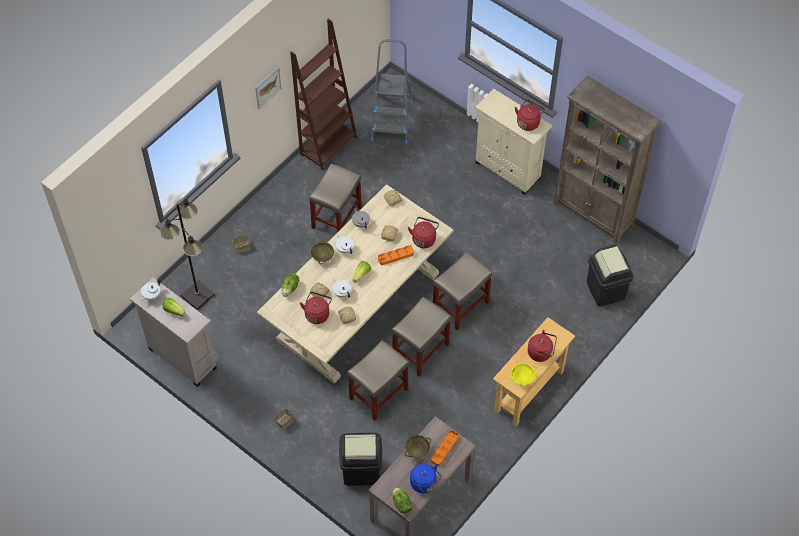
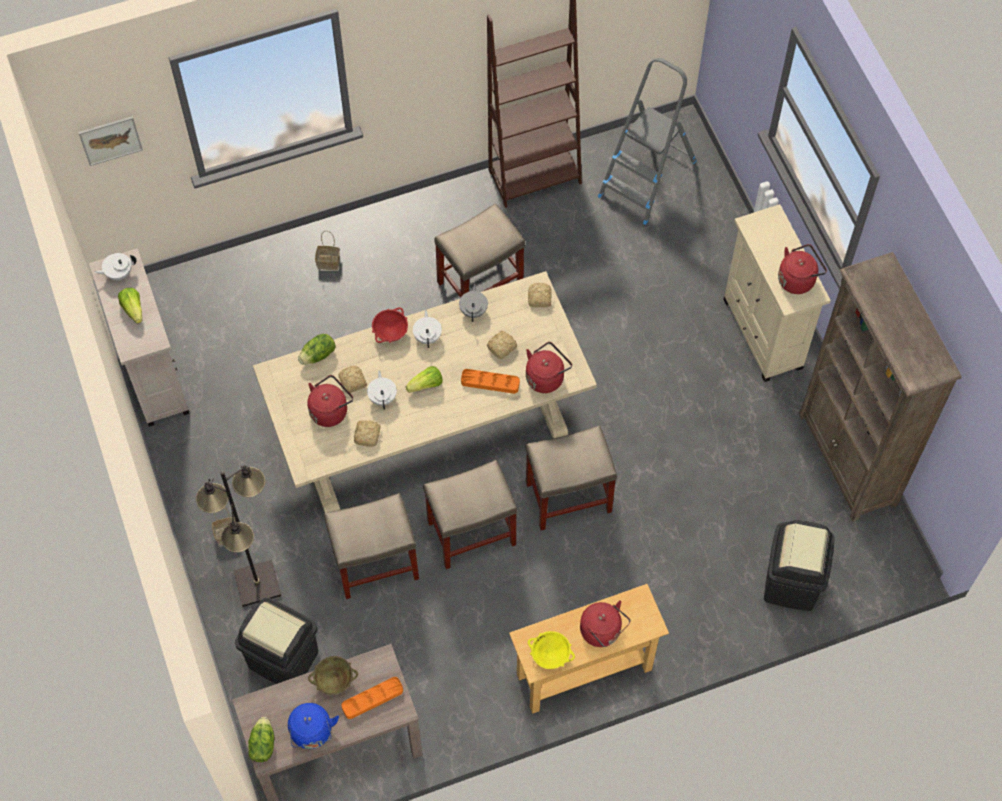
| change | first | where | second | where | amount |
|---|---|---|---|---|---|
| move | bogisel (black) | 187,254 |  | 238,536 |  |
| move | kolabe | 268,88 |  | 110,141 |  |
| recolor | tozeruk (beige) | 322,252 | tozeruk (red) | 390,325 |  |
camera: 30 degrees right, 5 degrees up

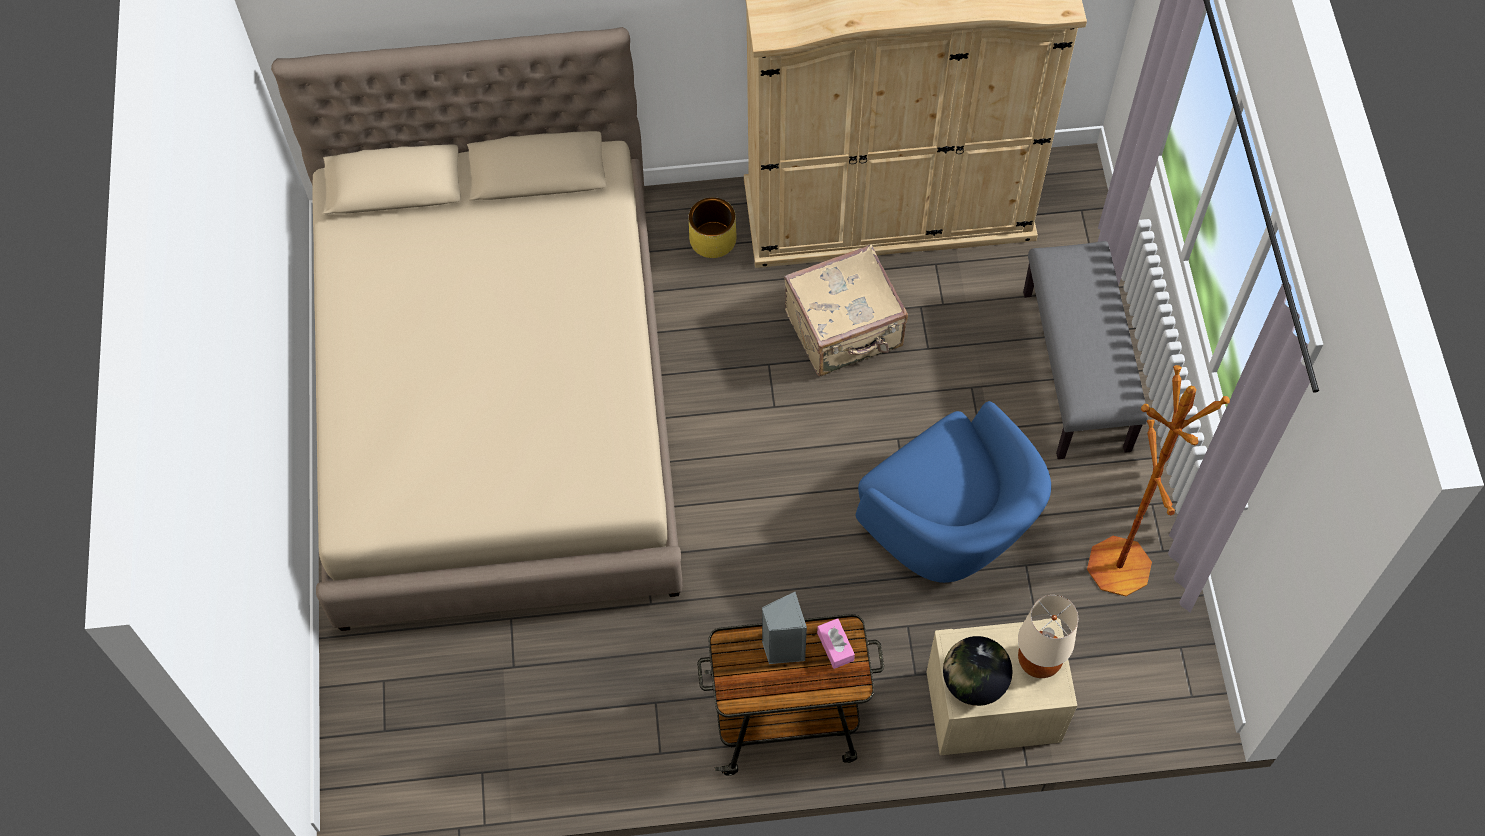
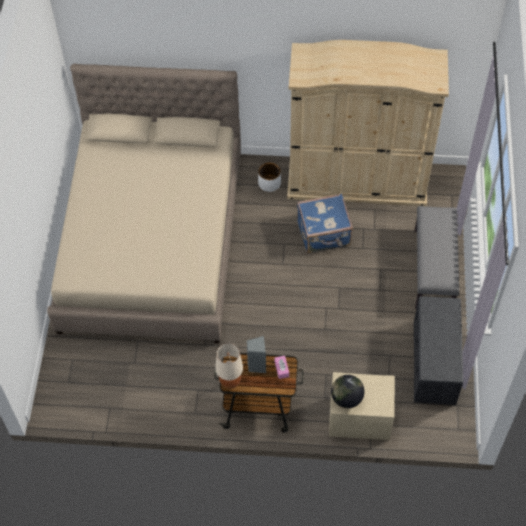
| change | first | where | second | where | amount |
|---|---|---|---|---|---|
| recolor | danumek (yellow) | 713,227 | danumek (white) | 269,177 |  |
| recolor | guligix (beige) | 846,310 | guligix (blue) | 325,223 |  |
| delete | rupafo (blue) | 953,492 |  |  |  |
| move | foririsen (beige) | 1048,636 |  | 229,365 |  |
| replace | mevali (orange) | 1158,480 | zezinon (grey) | 438,350 |  |
camera: 10 degrees right, 5 degrees down

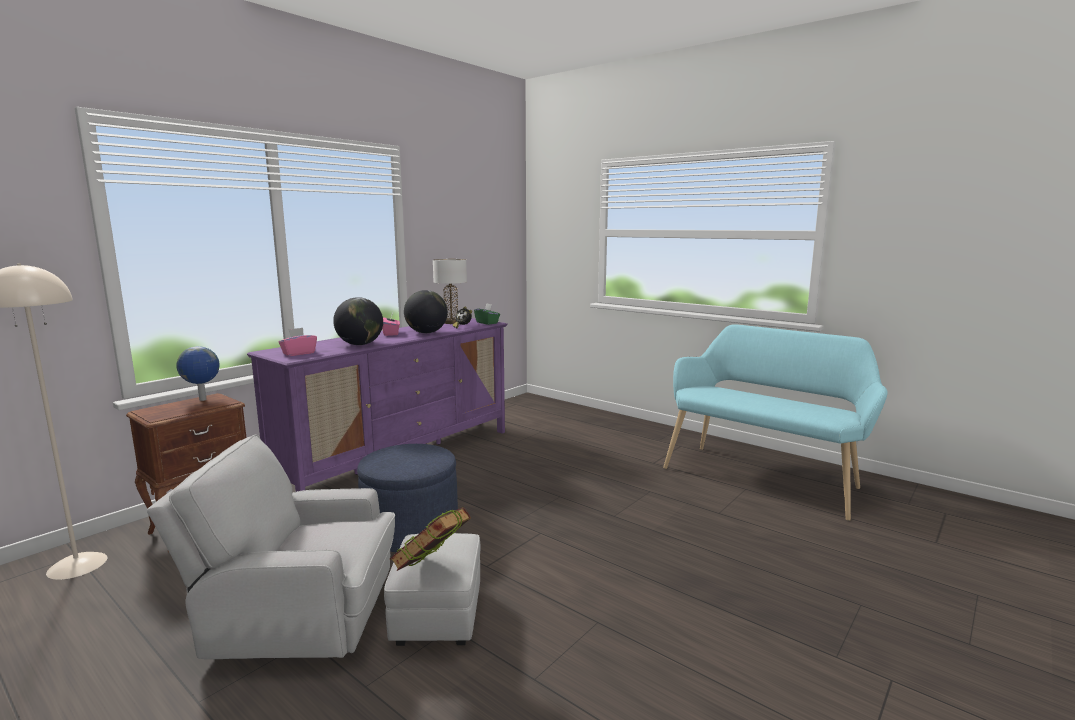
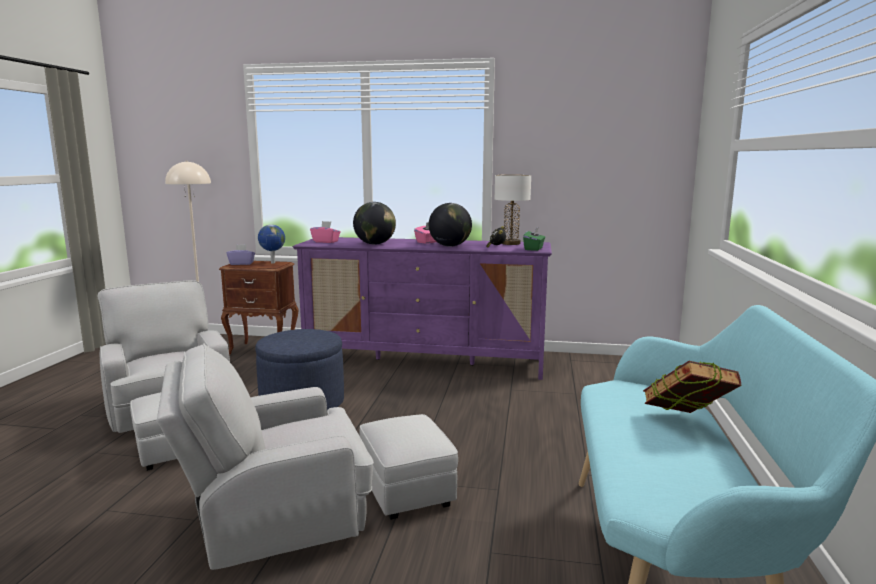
| change | first | where | second | where | amount |
|---|---|---|---|---|---|
| move | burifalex | 430,539 |  | 692,387 |  |
| insert |  |  | rupafo (white) | 307,456 |  |
| insert |  |  | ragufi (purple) | 240,254 |  |
camera: 60 degrees right, 0 degrees up

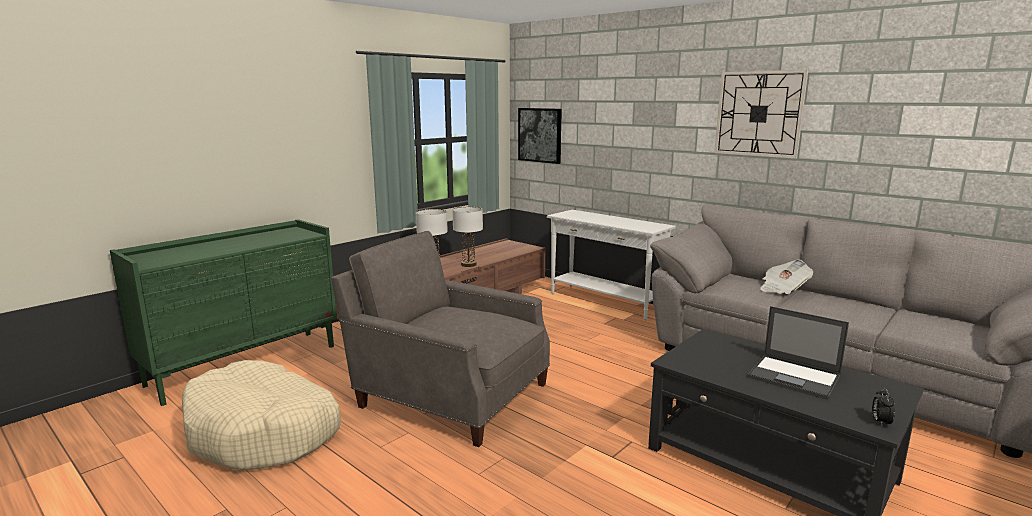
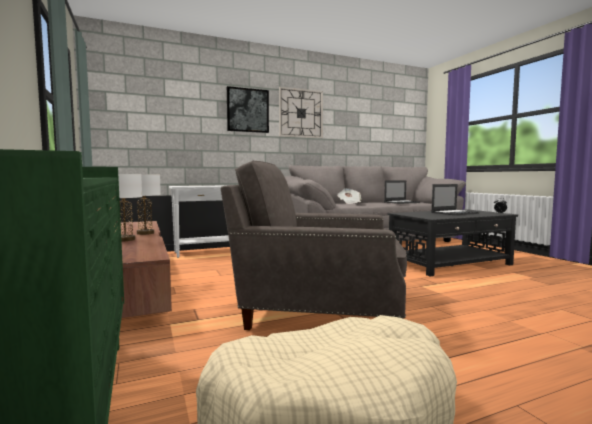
| change | first | where | second | where | amount |
|---|---|---|---|---|---|
| rotate | rupafo (grey) | 440,339 |  | 313,245 | 45 degrees clockwise |
| move | kolabe | 540,136 |  | 248,109 |  |
| insert |  |  | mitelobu | 402,192 |  |
camera: 65 degrees left, 10 degrees down

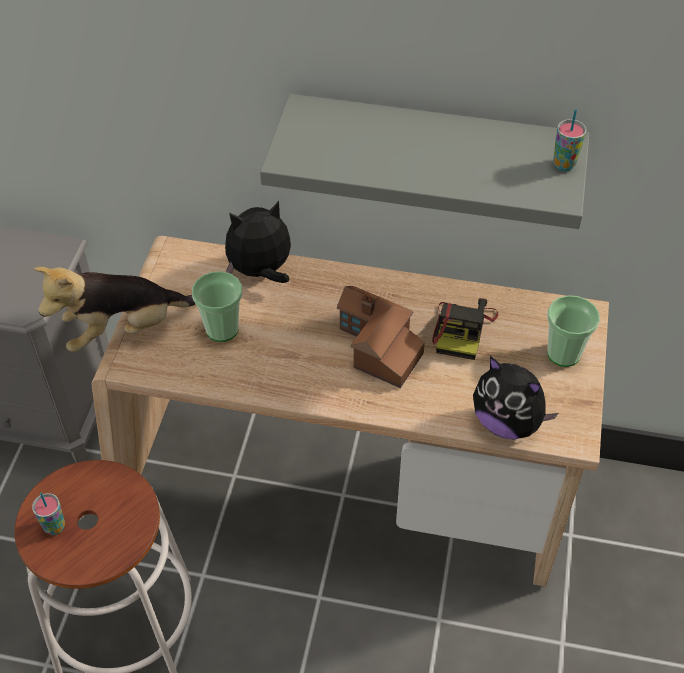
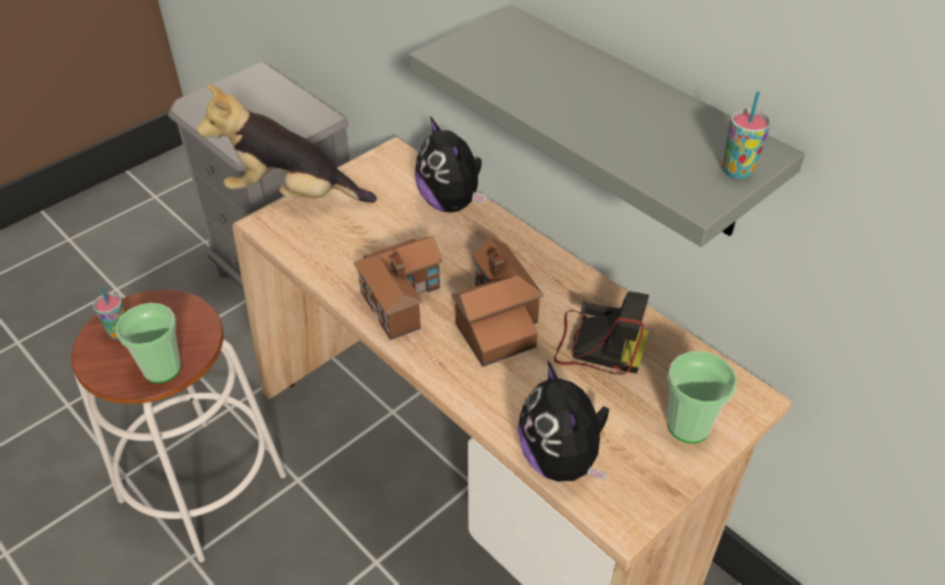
| change | first | where | second | where | amount |
|---|---|---|---|---|---|
| move | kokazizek | 217,306 |  | 148,343 |  |
| rotate | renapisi | 258,242 |  | 451,164 | 135 degrees counterclockwise |
| rotate | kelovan | 465,329 |  | 601,333 | 120 degrees counterclockwise |
| insert |  |  | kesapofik | 398,288 |  |
camera: 35 degrees right, 5 degrees down

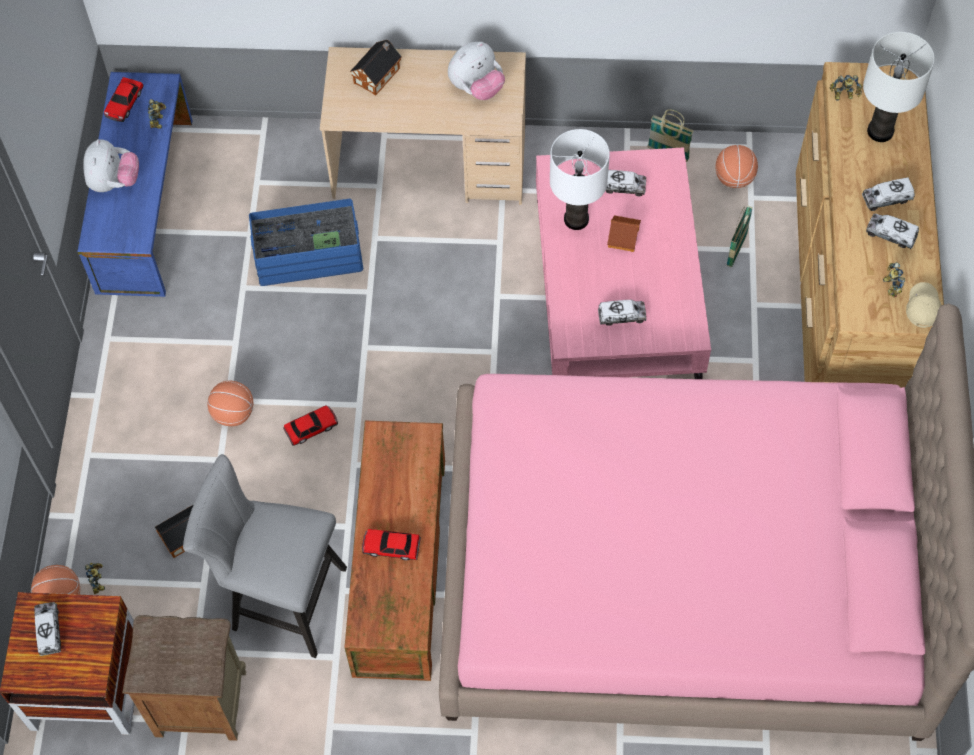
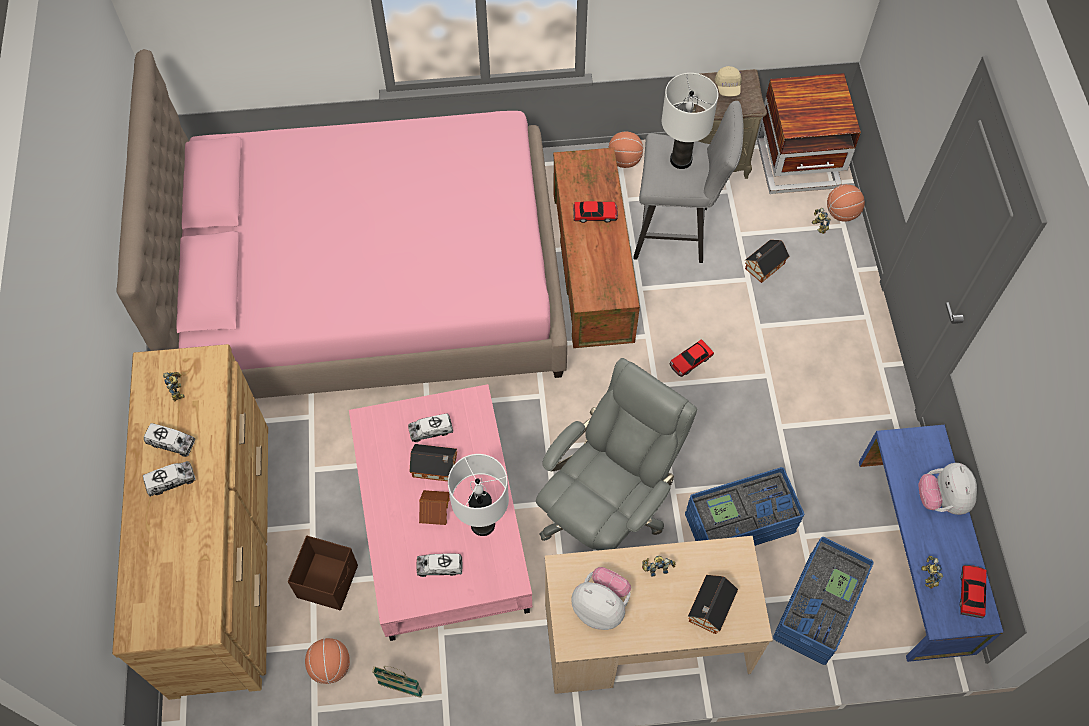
| change | first | where | second | where | amount |
|---|---|---|---|---|---|
| delete | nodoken | 47,629 |  |  |  |
| move | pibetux | 230,403 |  | 625,149 |  |
| rotate | renapisi | 476,71 |  | 601,598 | 75 degrees clockwise |
| replace | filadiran | 739,237 | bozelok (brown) | 323,573 |  |
| move | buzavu | 846,87 |  | 659,566 |  |
| move | foririsen (white) | 899,87 |  | 690,121 |  |
| move | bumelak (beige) | 924,305 |  | 728,81 |  |
| insert |  |  | kesapofik | 433,462 |  |
| insert |  |  | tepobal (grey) | 616,454 |  |
| insert |  |  | bozelok (blue) | 823,601 |  |
camera: 170 degrees right, 0 degrees up

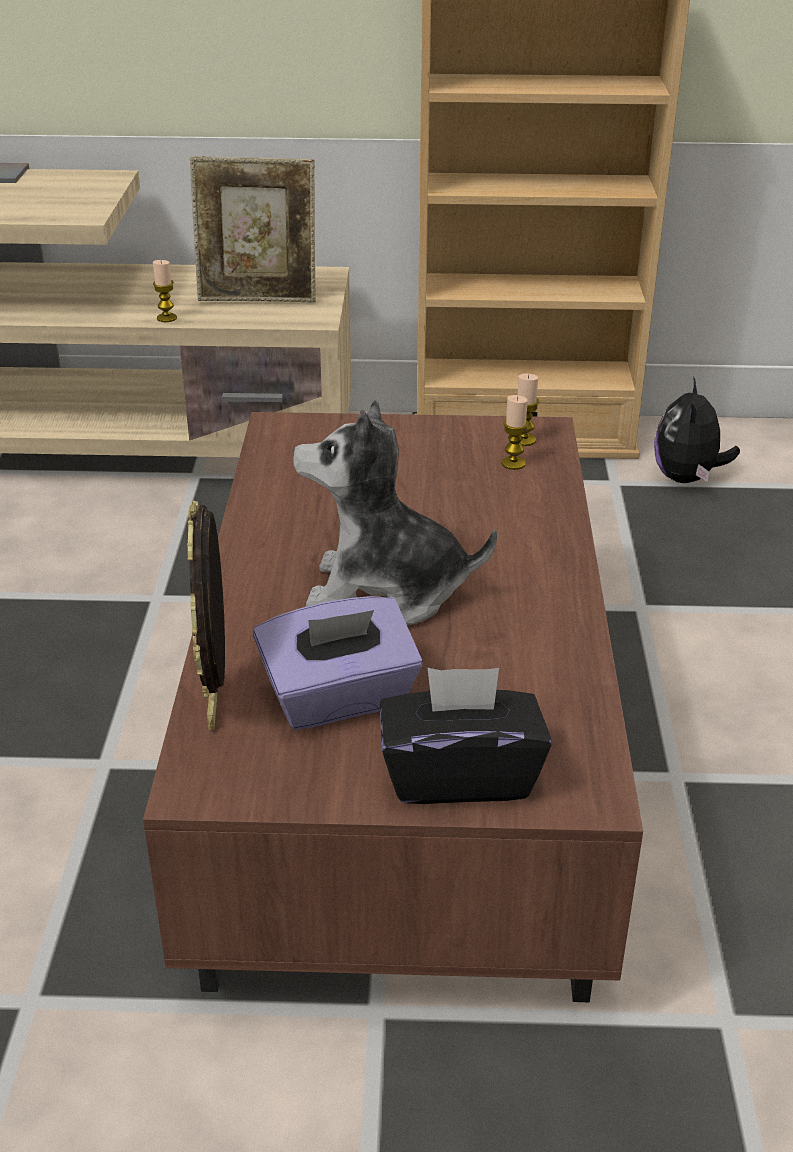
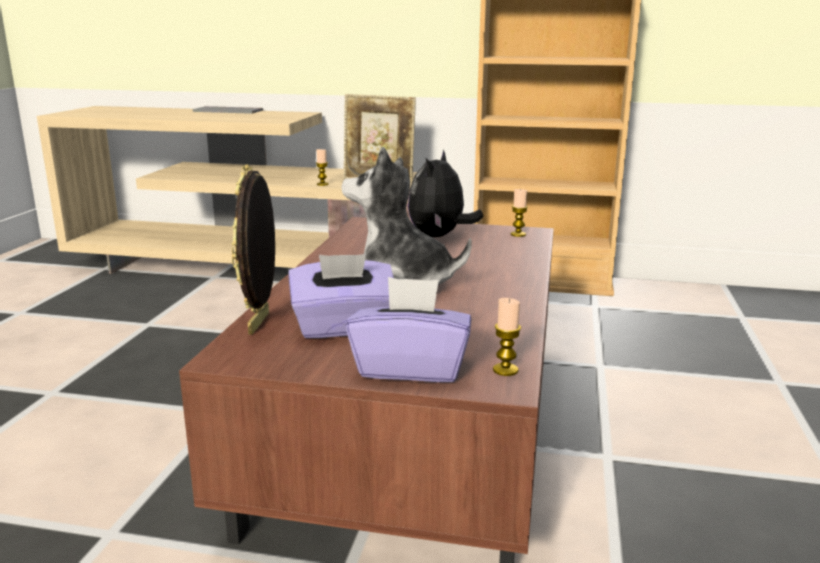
| change | first | where | second | where | amount |
|---|---|---|---|---|---|
| recolor | ragufi (black) | 465,736 | ragufi (purple) | 408,329 |  |
| move | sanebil | 515,432 |  | 507,337 |  |
| move | renapisi | 697,429 |  | 446,193 |  |
camera: 10 degrees right, 15 degrees down

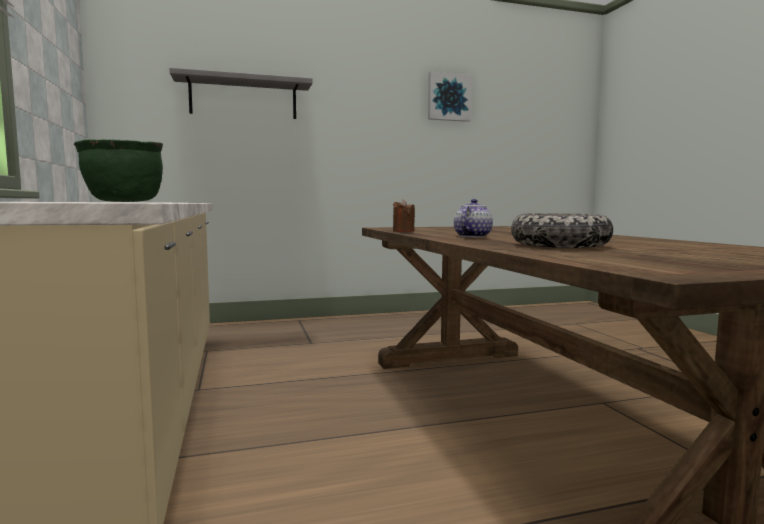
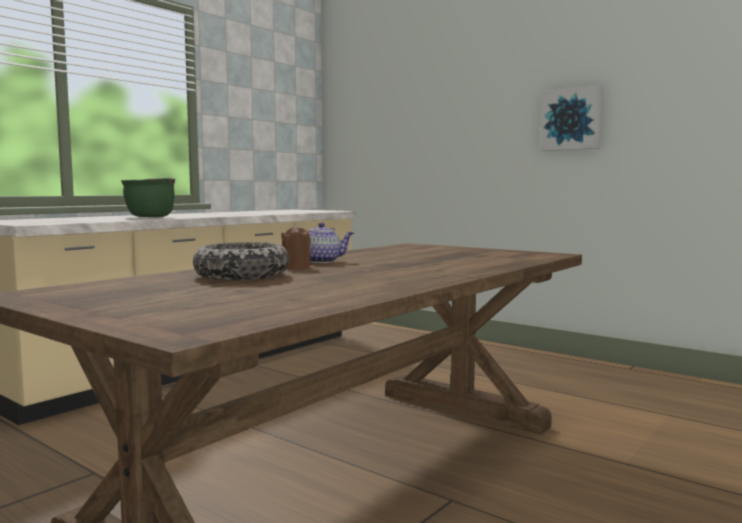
| change | first | where | second | where | amount |
|---|---|---|---|---|---|
| delete | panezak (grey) | 241,93 |  |  |  |
| move | sanebil (brown) | 404,216 |  | 296,246 |  |
| move | kolabe | 450,97 |  | 572,118 |  |
camera: 55 degrees right, 0 degrees up

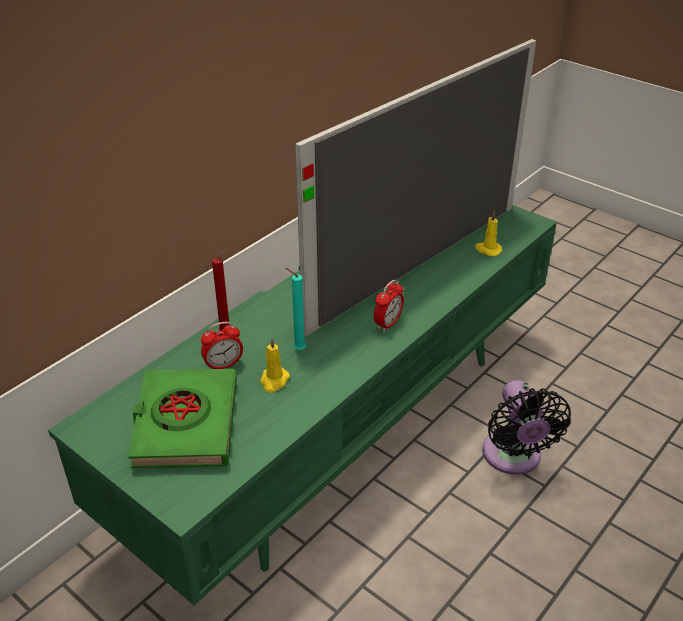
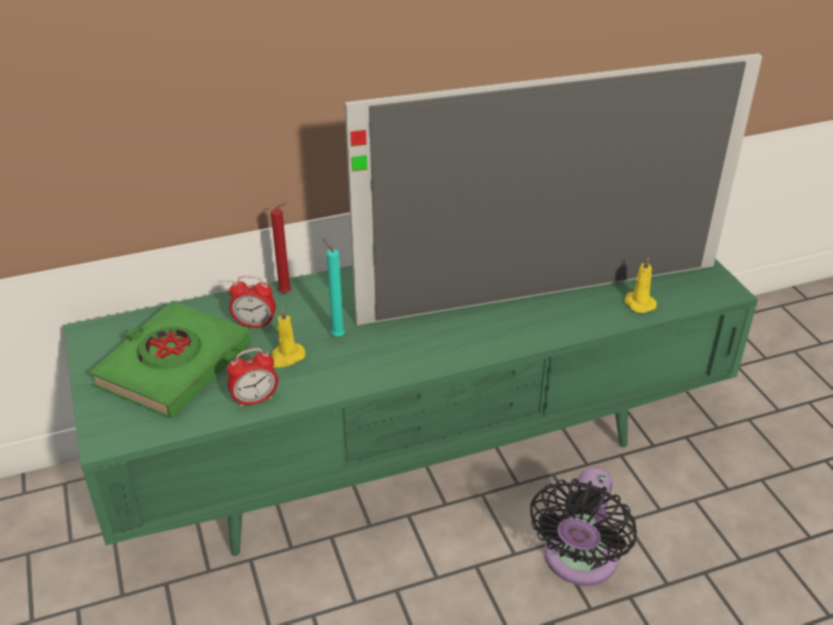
| change | first | where | second | where | amount |
|---|---|---|---|---|---|
| move | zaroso | 389,306 |  | 252,378 |  |
camera: 30 degrees right, 0 degrees up

